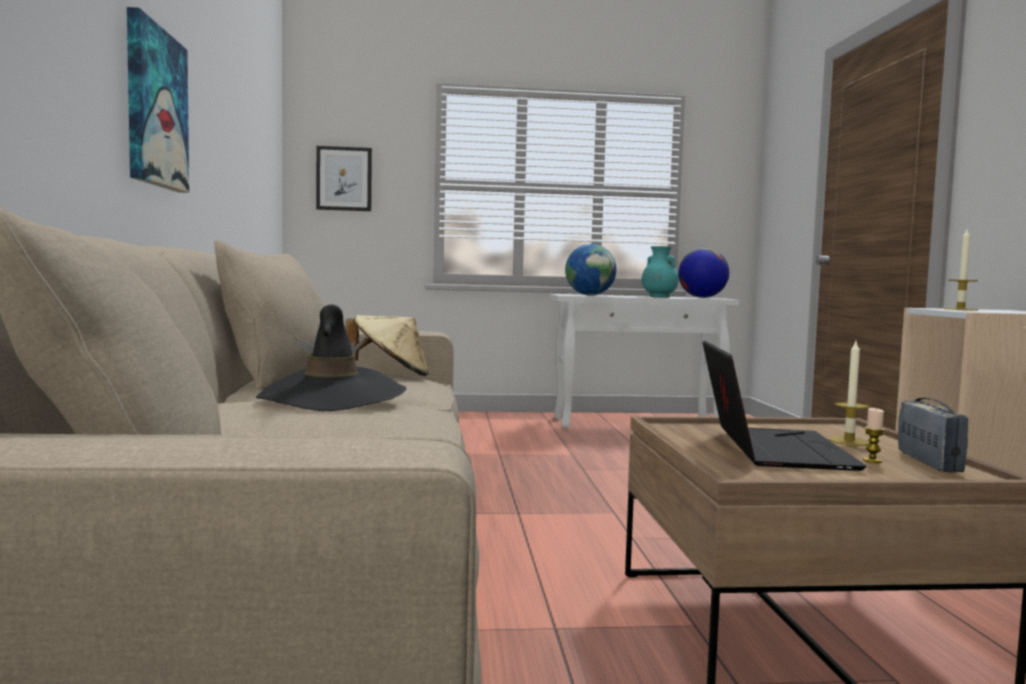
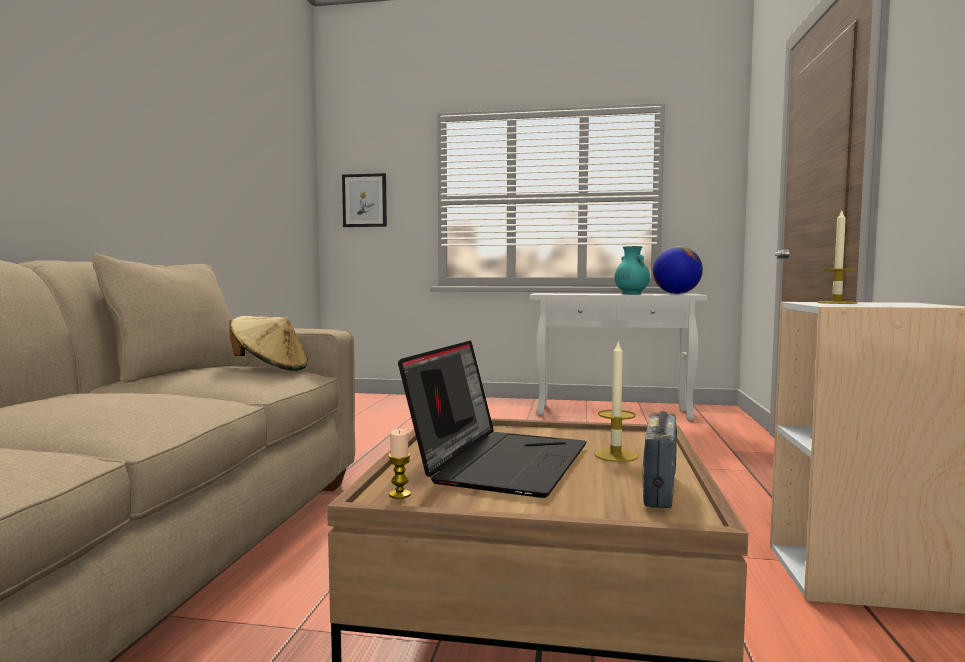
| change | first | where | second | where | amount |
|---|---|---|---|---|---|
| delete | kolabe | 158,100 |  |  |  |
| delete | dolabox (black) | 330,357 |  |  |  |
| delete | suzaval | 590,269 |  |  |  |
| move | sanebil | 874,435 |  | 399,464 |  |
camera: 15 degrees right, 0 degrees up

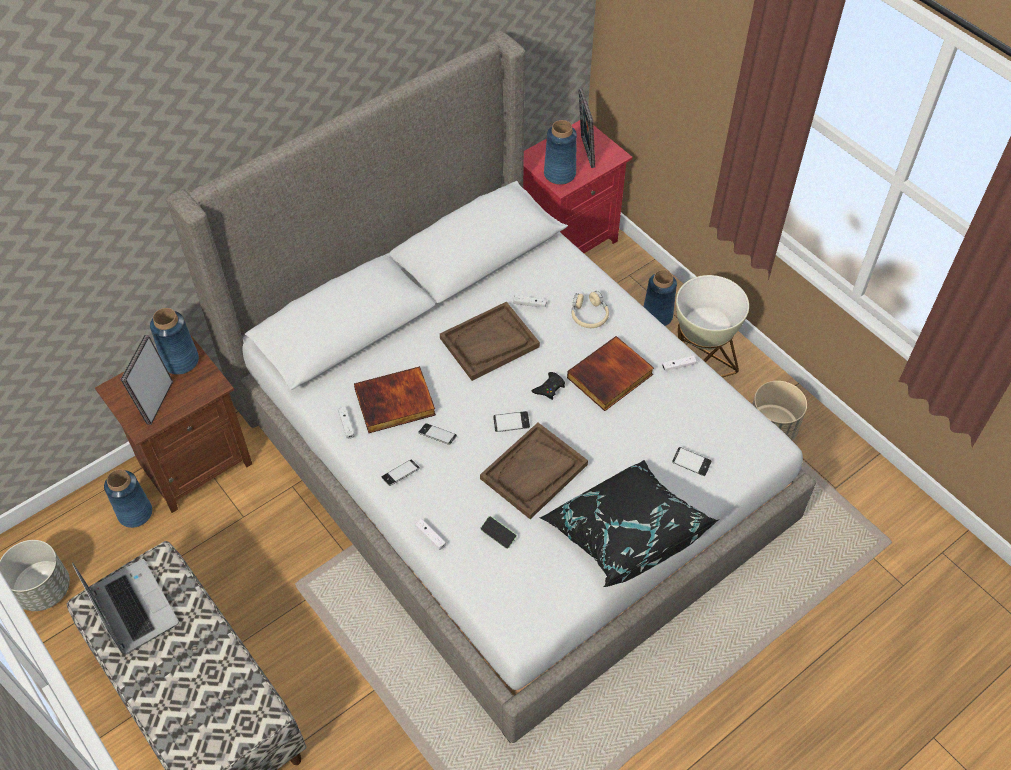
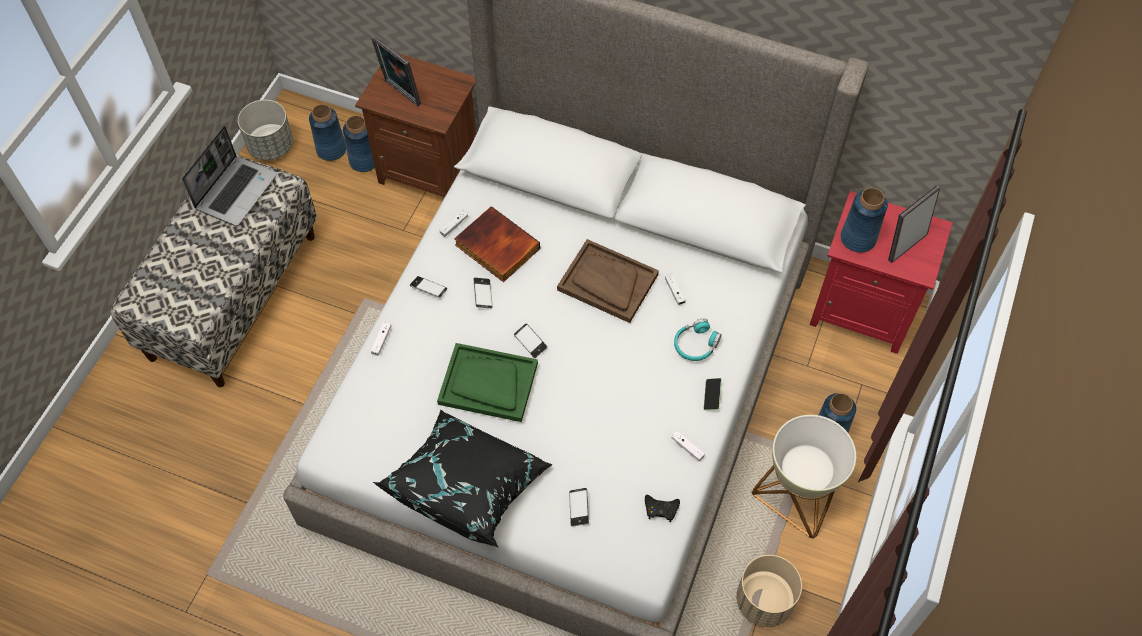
| change | first | where | second | where | amount |
|---|---|---|---|---|---|
| rotate | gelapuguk | 146,380 |  | 396,71 | 120 degrees counterclockwise |
| move | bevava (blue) | 174,341 |  | 327,132 |  |
| recolor | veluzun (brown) | 534,471 | veluzun (green) | 487,382 |  |
| move | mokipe | 498,532 |  | 713,394 |  |
| move | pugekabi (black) | 548,386 |  | 662,508 |  |
| delete | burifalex | 610,373 |  |  |  |
| recolor | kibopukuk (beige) | 590,309 | kibopukuk (turquoise) | 698,339 |  |
camera: 60 degrees right, 5 degrees up

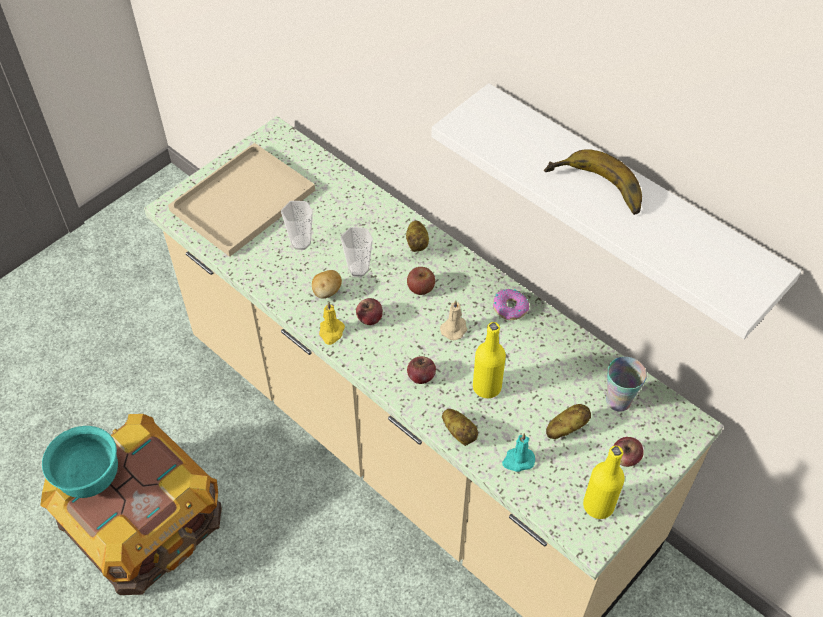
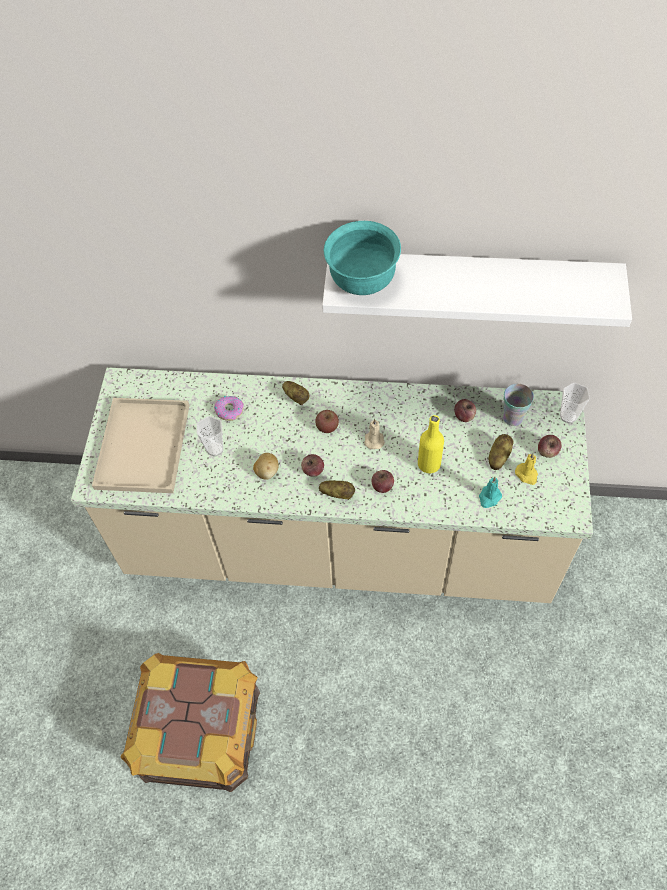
| change | first | where | second | where | amount |
|---|---|---|---|---|---|
| move | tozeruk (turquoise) | 80,462 |  | 362,258 |  |
| move | sanebil (yellow) | 332,323 |  | 526,469 |  |
| move | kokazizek | 356,252 |  | 575,403 |  |
| move | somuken | 460,427 |  | 337,490 |  |
| move | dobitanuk | 511,304 |  | 229,408 |  |
| delete | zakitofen | 593,182 |  |  |  |
| delete | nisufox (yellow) | 604,482 |  |  |  |
| insert |  |  | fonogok | 465,410 |  |
camera: 35 degrees left, 5 degrees up

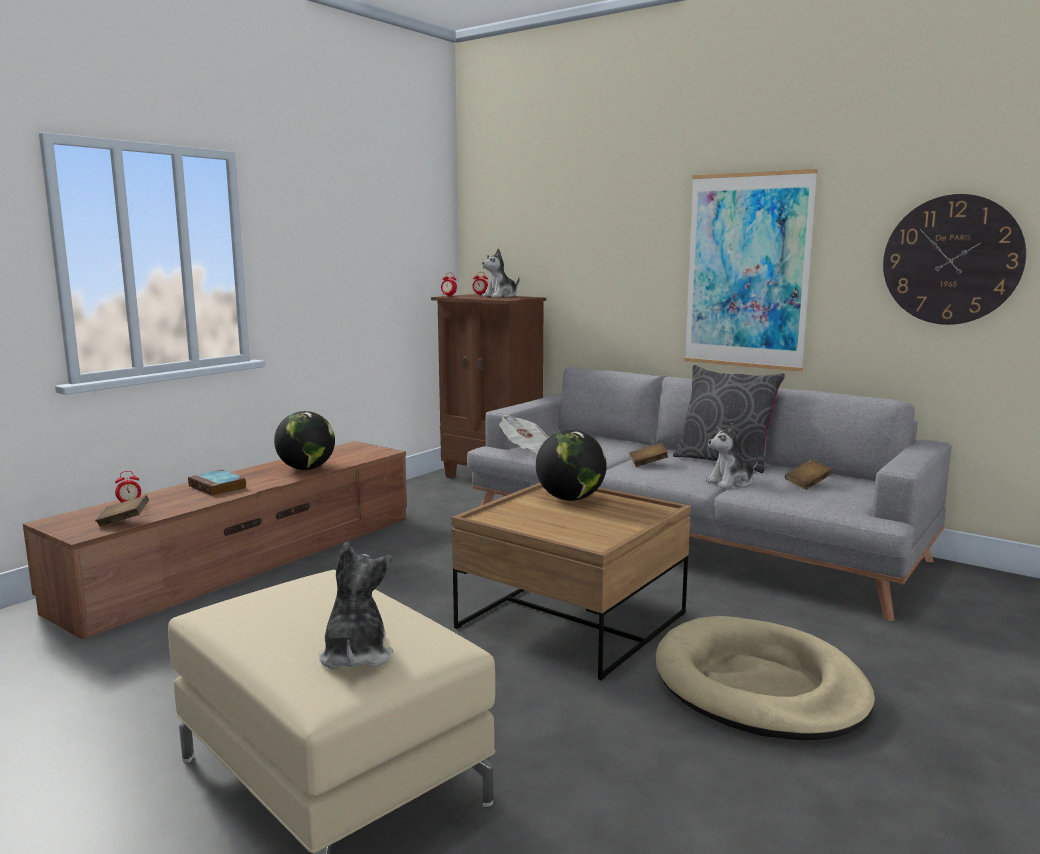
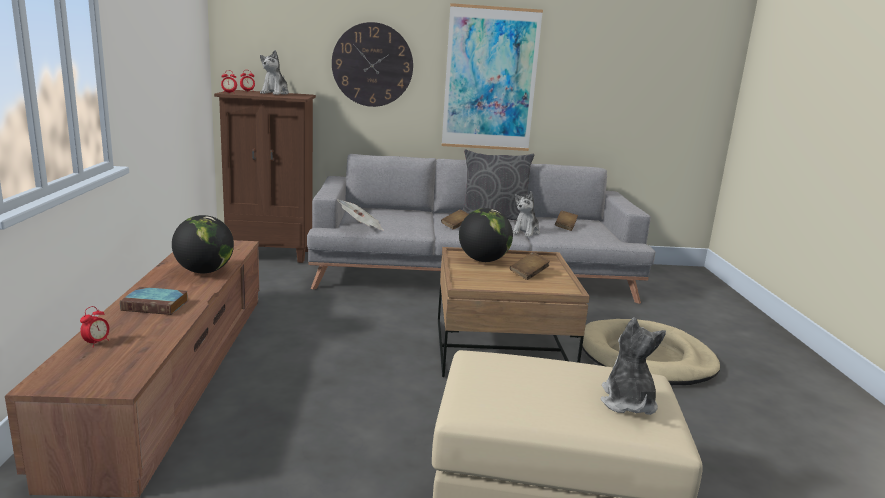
| change | first | where | second | where | amount |
|---|---|---|---|---|---|
| move | burifalex (brown) | 122,511 |  | 530,266 |  |
| rotate | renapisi | 356,605 |  | 633,366 | 45 degrees clockwise |
| move | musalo | 954,259 |  | 372,64 |  |
camera: 40 degrees left, 5 degrees up

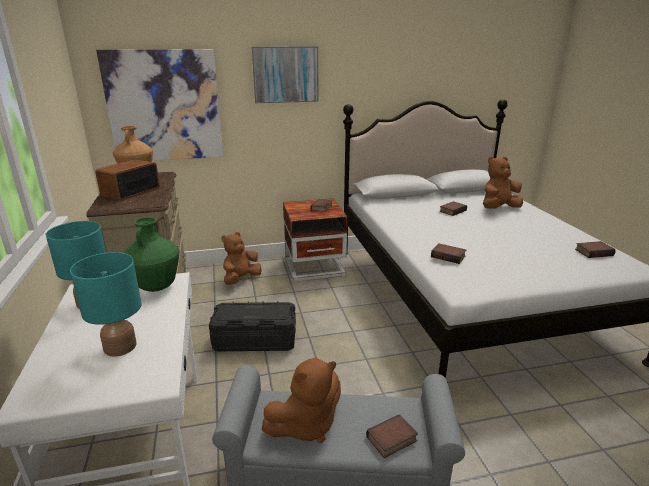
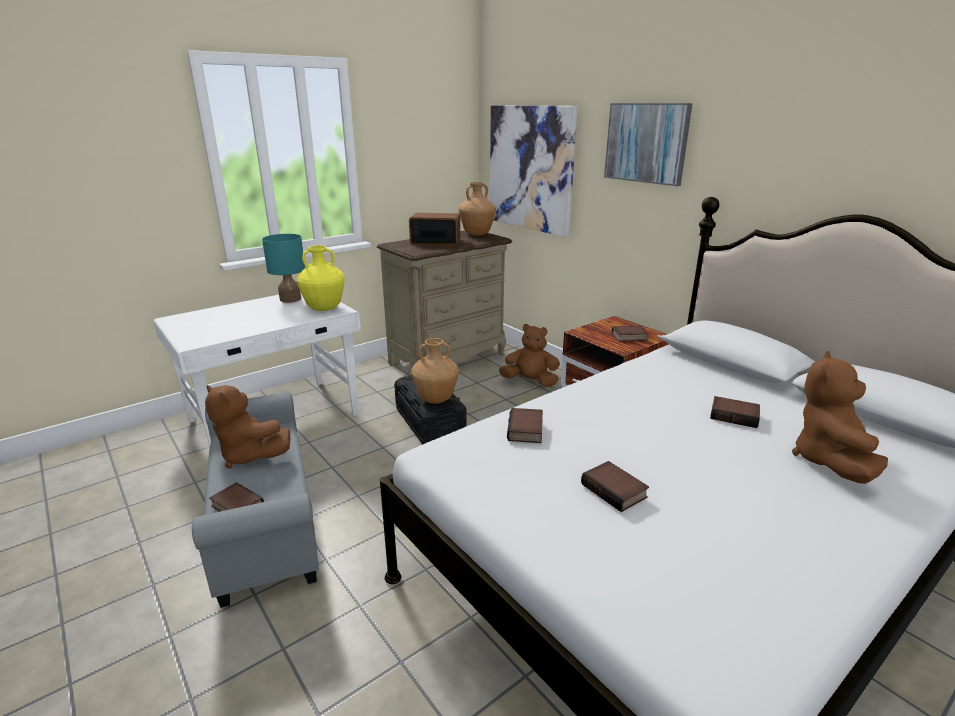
| change | first | where | second | where | amount |
|---|---|---|---|---|---|
| delete | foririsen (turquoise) | 106,304 |  |  |  |
| recolor | bevava (green) | 152,254 | bevava (yellow) | 321,278 |  |
| rotate | renapisi (brown) | 503,183 |  | 840,417 | 105 degrees counterclockwise |
| move | burifalex | 595,249 |  | 615,486 |  |
| insert |  |  | bevava (brown) | 435,371 |  |
camera: 65 degrees right, 0 degrees up

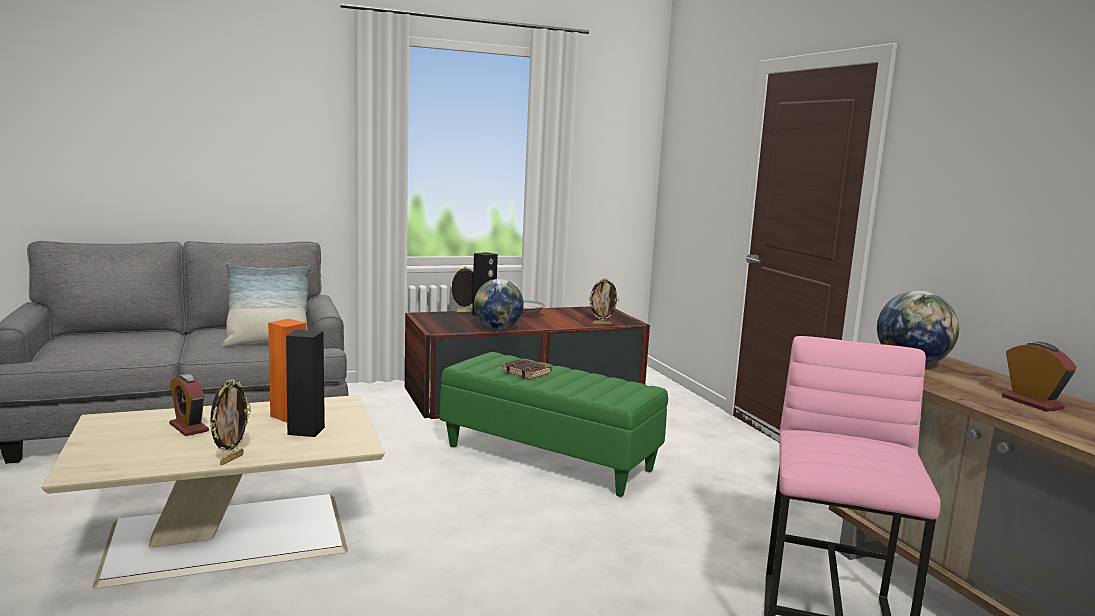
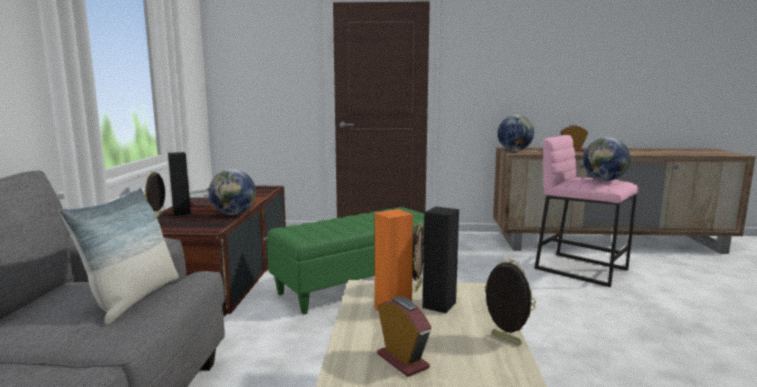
| change | first | where | second | where | amount |
|---|---|---|---|---|---|
| rotate | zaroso | 189,405 |  | 404,336 | 105 degrees counterclockwise |
| delete | burifalex (brown) | 526,369 |  |  |  |
| move | gelapuguk | 603,301 |  | 418,257 |  |
| insert |  |  | suzaval | 606,159 |  |
camera: 65 degrees left, 0 degrees up

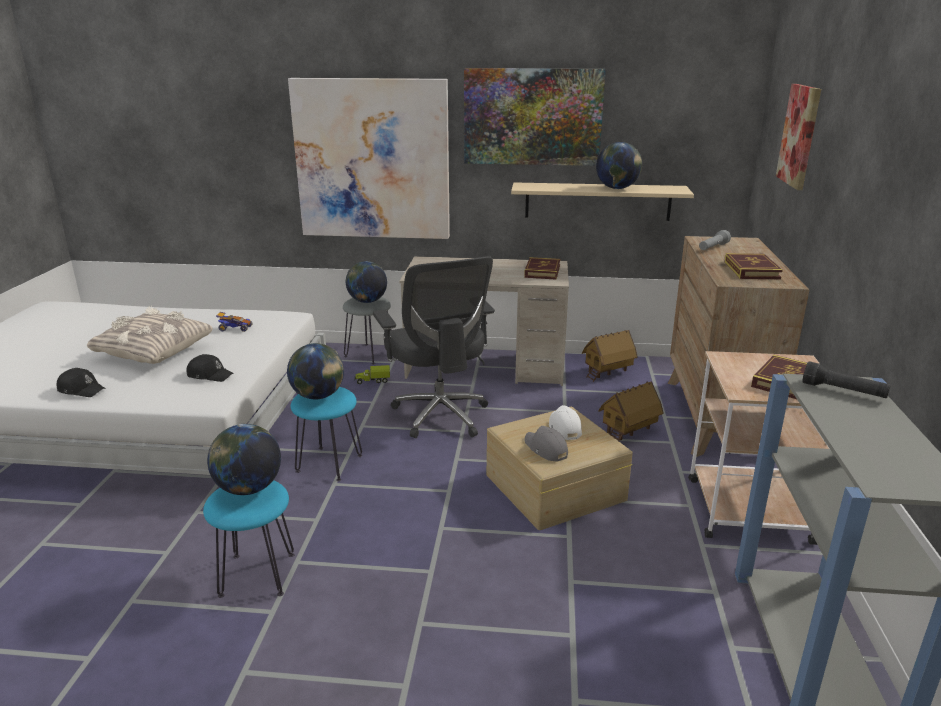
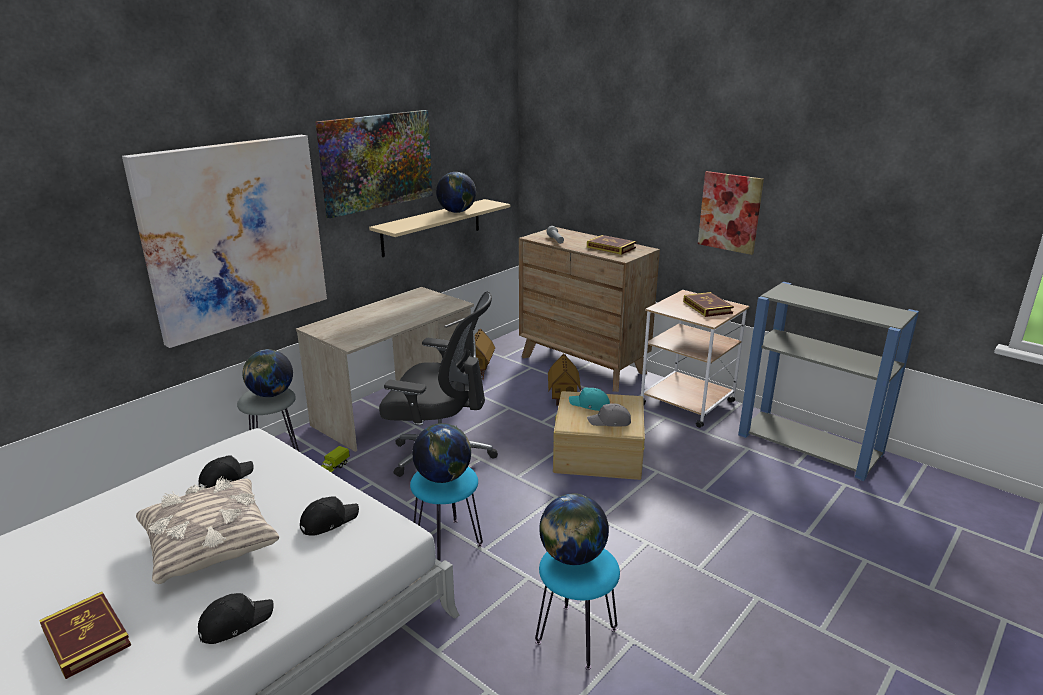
| change | first | where | second | where | amount |
|---|---|---|---|---|---|
| replace | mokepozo | 234,322 | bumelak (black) | 226,472 |  |
| move | burifalex | 542,268 |  | 85,635 |  |
| recolor | bumelak (white) | 565,422 | bumelak (turquoise) | 589,399 |  |
| move | kolabe | 798,137 |  | 731,213 |  |
| delete | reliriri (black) | 847,379 |  |  |  |
camera: 55 degrees left, 0 degrees up

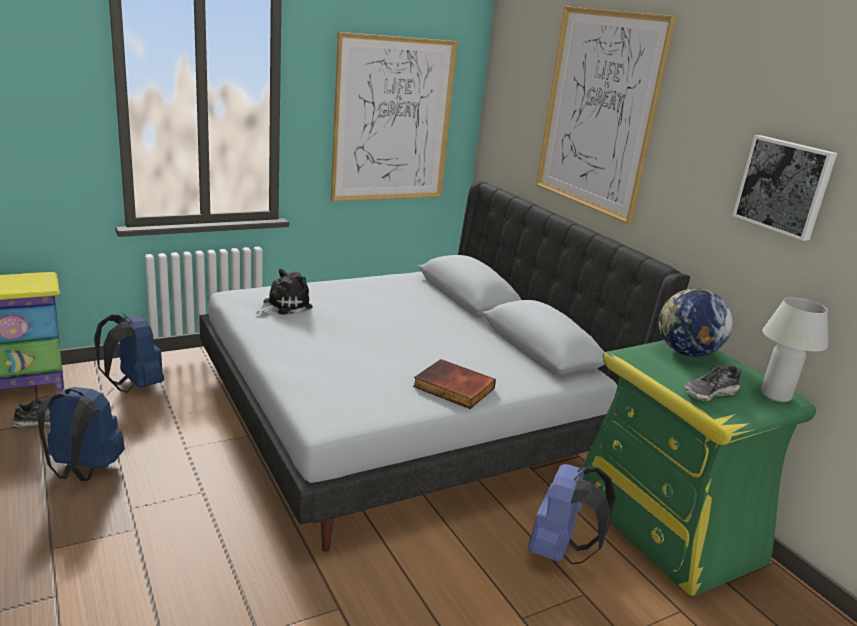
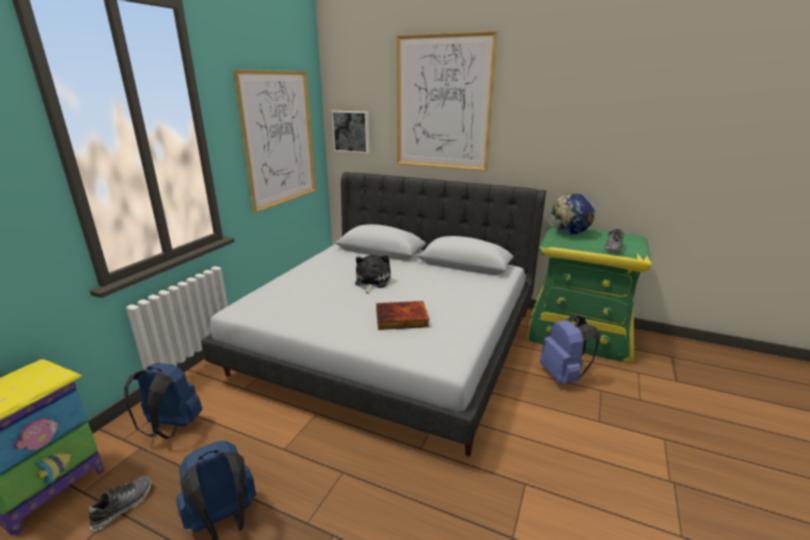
| change | first | where | second | where | amount |
|---|---|---|---|---|---|
| move | renapisi | 284,292 |  | 373,274 |  |
| move | burifalex | 454,384 |  | 402,315 |  |
| move | kolabe | 785,188 |  | 351,132 |  |
| delete | foririsen (white) | 794,349 |  |  |  |
camera: 35 degrees left, 0 degrees up

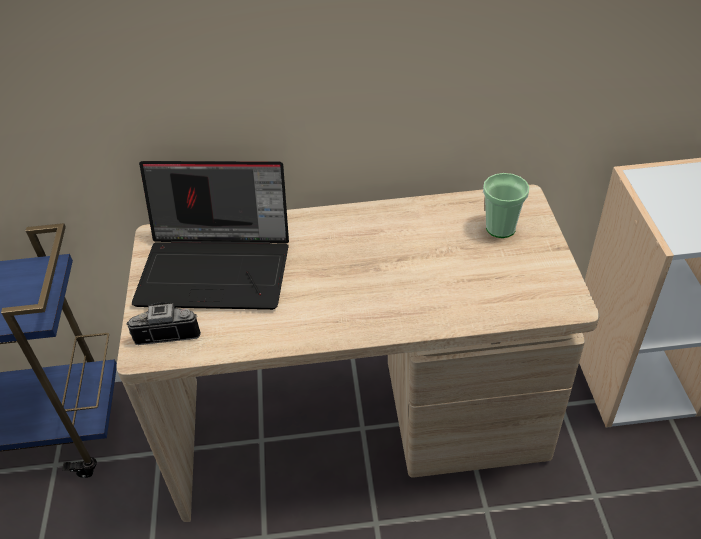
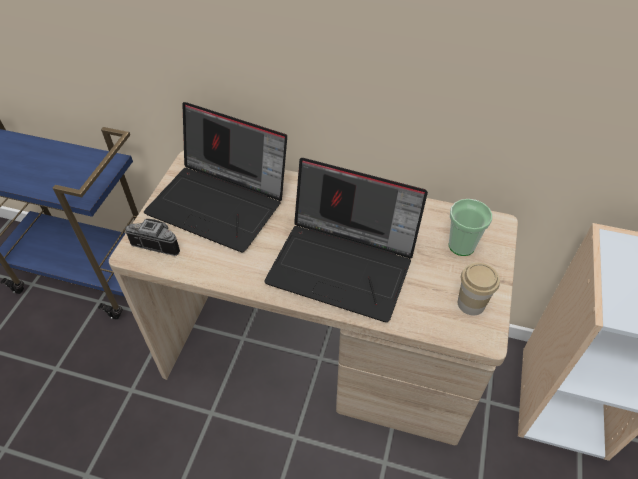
| change | first | where | second | where | amount |
|---|---|---|---|---|---|
| insert |  |  | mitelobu | 346,240 |  |
| insert |  |  | kokazizek | 479,289 |  |
camera: 20 degrees right, 5 degrees up

